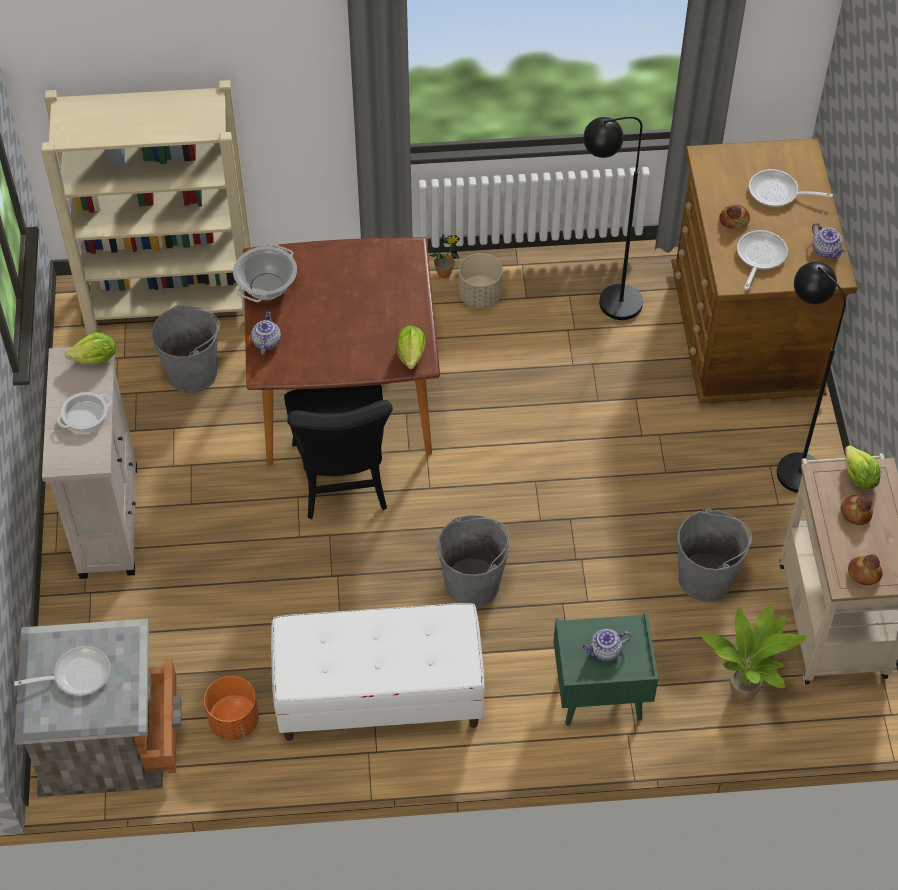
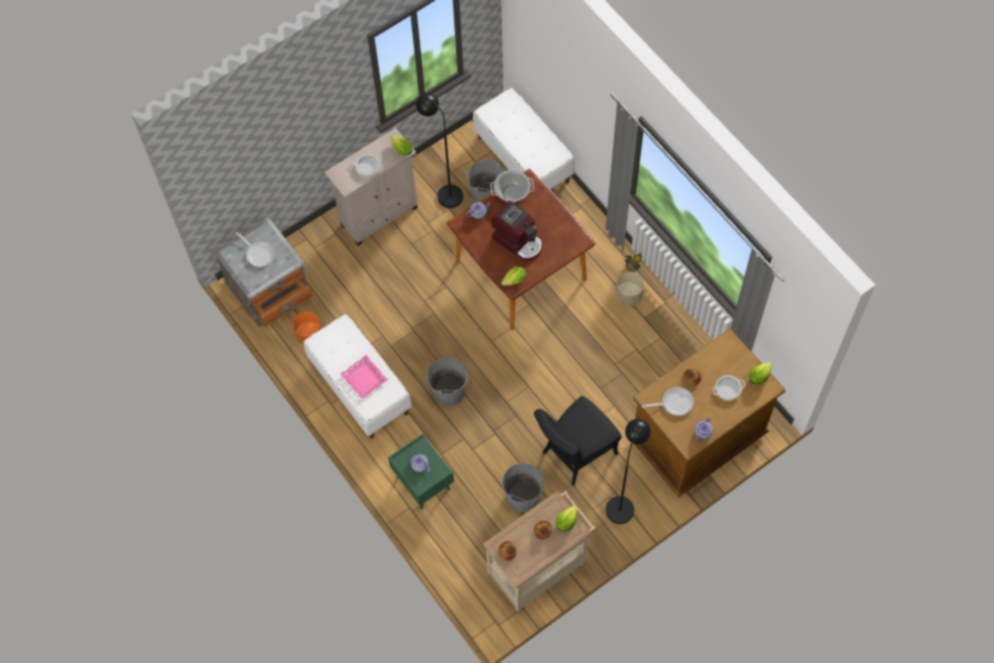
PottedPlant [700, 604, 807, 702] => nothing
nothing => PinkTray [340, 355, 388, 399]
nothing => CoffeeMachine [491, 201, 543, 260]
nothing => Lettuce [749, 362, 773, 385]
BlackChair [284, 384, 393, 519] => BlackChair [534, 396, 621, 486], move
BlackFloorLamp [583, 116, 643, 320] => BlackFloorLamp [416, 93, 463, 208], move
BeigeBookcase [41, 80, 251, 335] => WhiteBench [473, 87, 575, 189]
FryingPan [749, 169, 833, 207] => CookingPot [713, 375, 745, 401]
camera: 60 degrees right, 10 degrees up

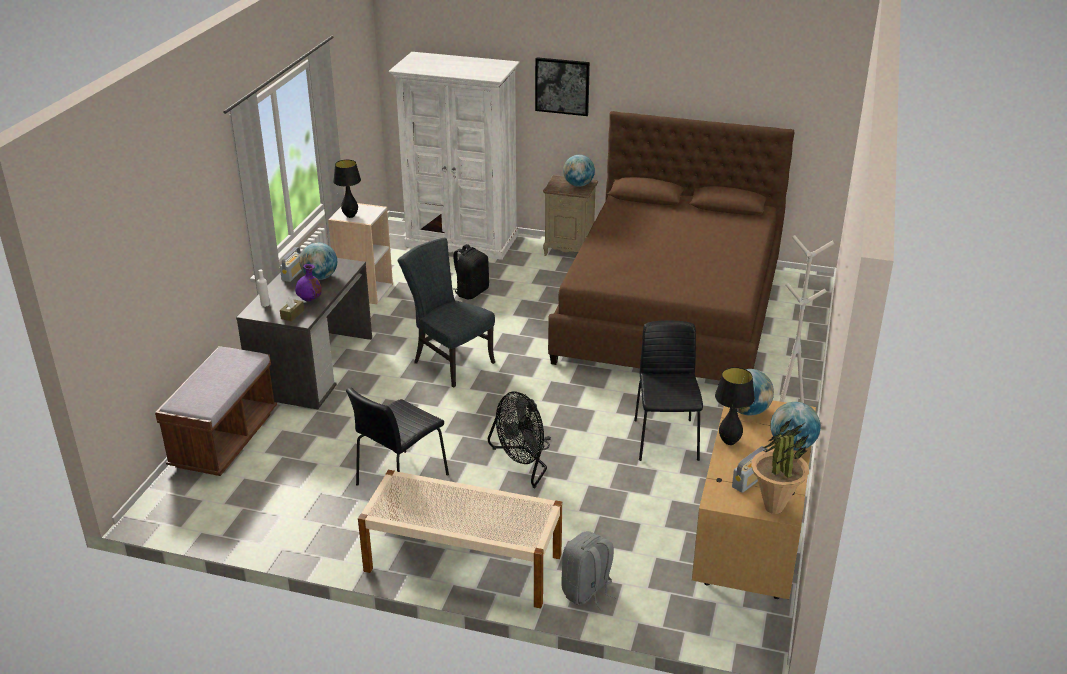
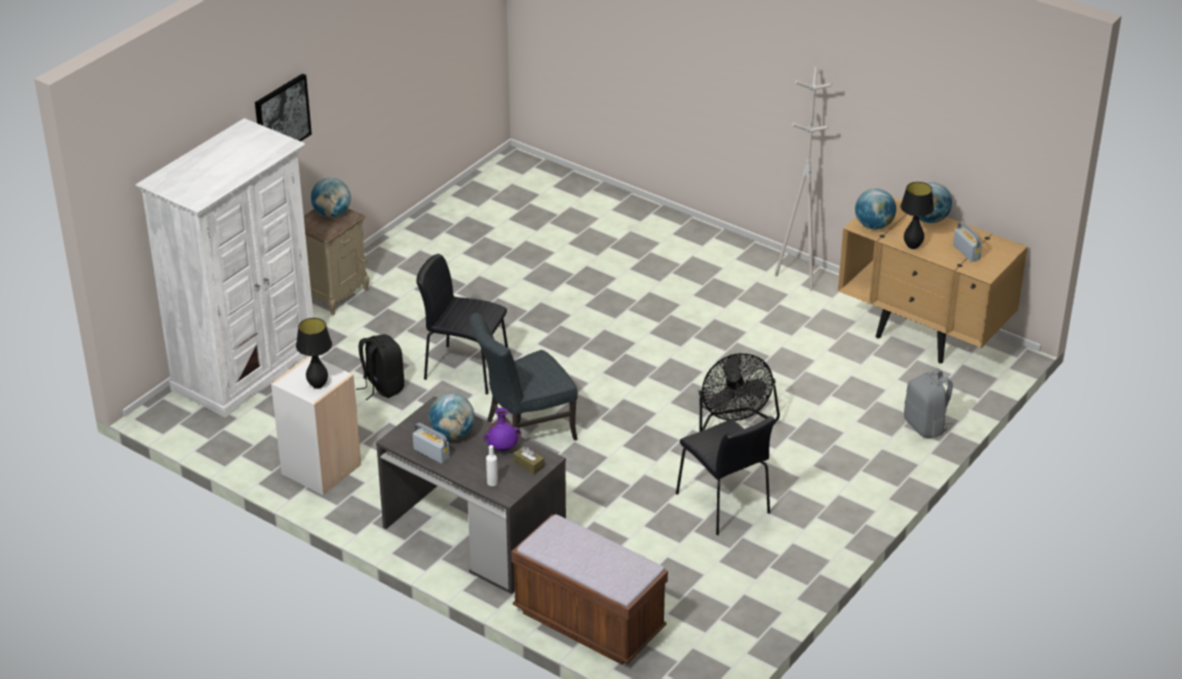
BeigeBench [358, 470, 562, 609] => nothing
BrownBed [548, 111, 794, 381] => nothing
PottedPlant [751, 419, 809, 514] => nothing
BlackChair [634, 321, 703, 461] => BlackChair [416, 254, 508, 394], move
camera: 70 degrees left, 5 degrees up

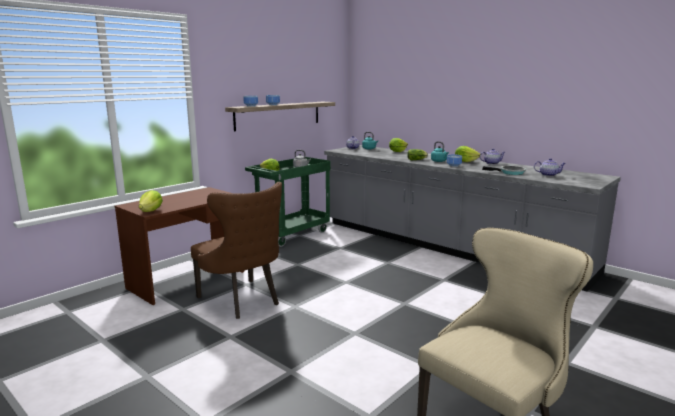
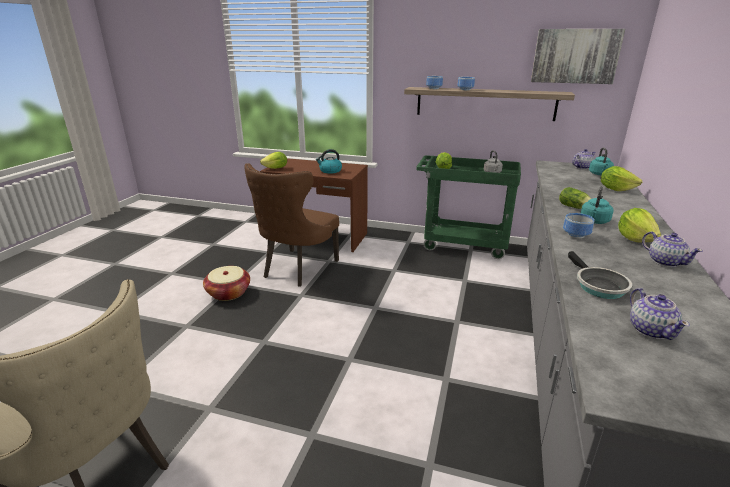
nothing => Basket [203, 266, 250, 301]
nothing => Kettle [316, 149, 342, 174]
nothing => Picture [531, 29, 625, 84]
camera: 65 degrees right, 10 degrees up

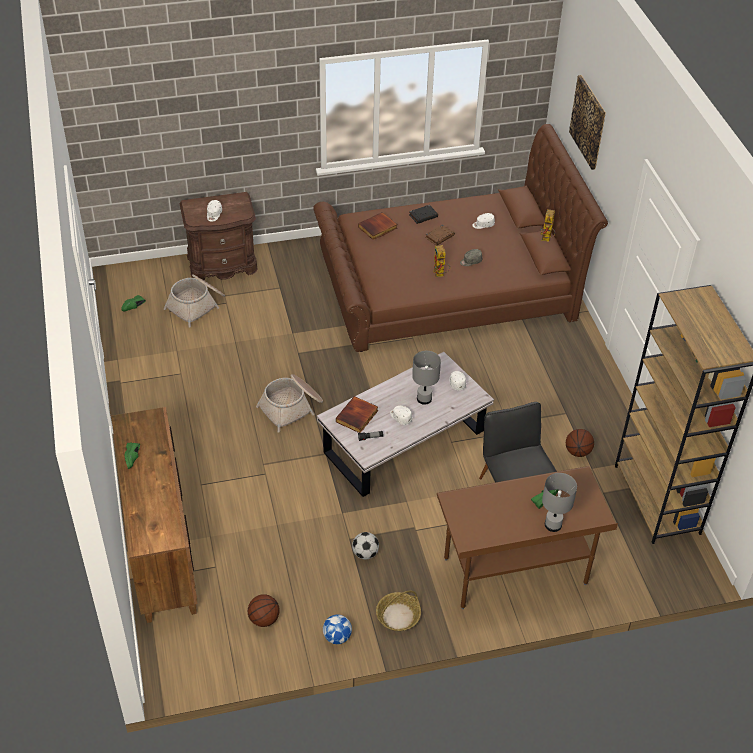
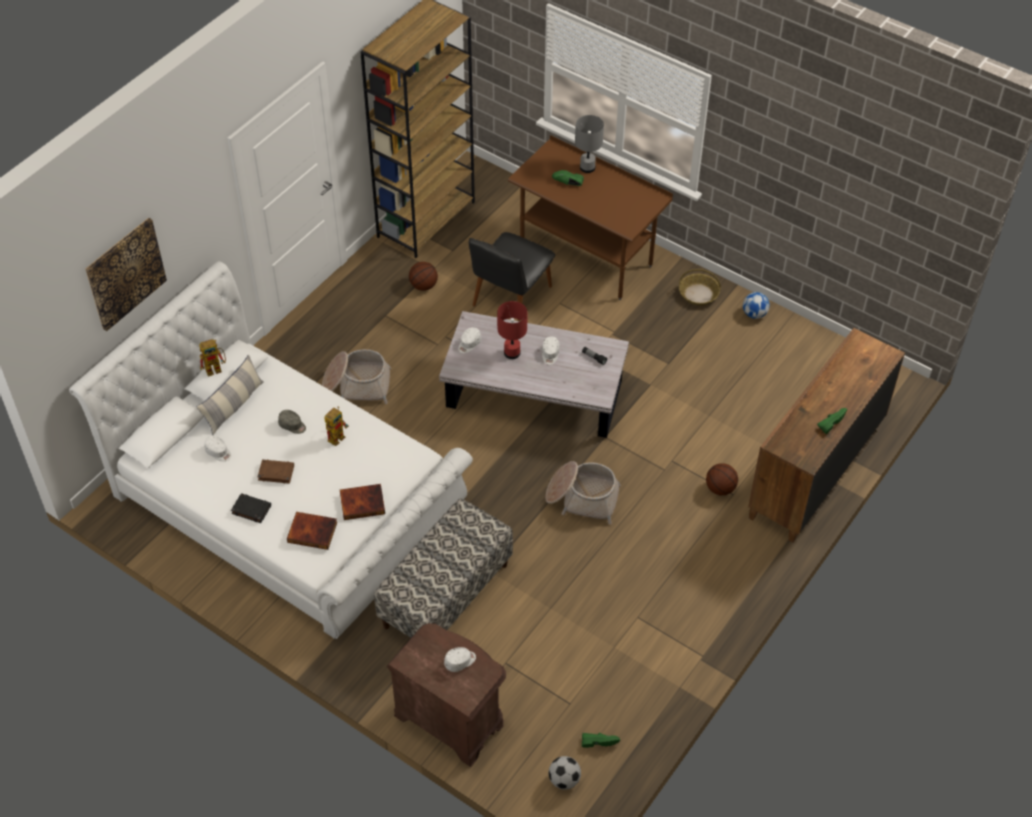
nothing => Pillow [197, 355, 264, 435]
nothing => Bench [374, 498, 513, 638]
Basket [164, 274, 225, 328] => Basket [322, 349, 391, 404], move
Basketball [248, 594, 280, 627] => Basketball [706, 463, 738, 495], move
Book [336, 396, 378, 433] => Book [340, 484, 385, 520], move
Football [352, 532, 379, 559] => Football [549, 756, 581, 790], move
BrownBed [313, 124, 608, 352] => WhiteBed [69, 261, 473, 639]
GreyTableLamp [412, 351, 441, 405] => RedTableLamp [497, 301, 527, 359]
camera: 130 degrees left, 5 degrees up

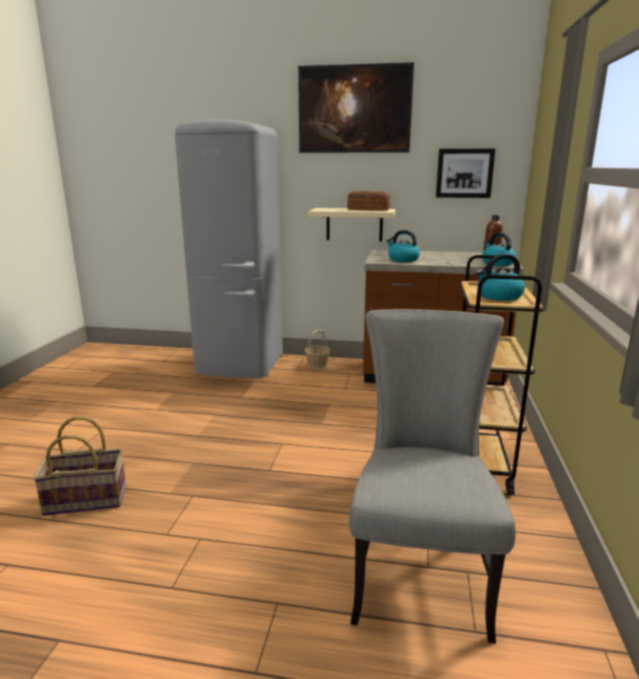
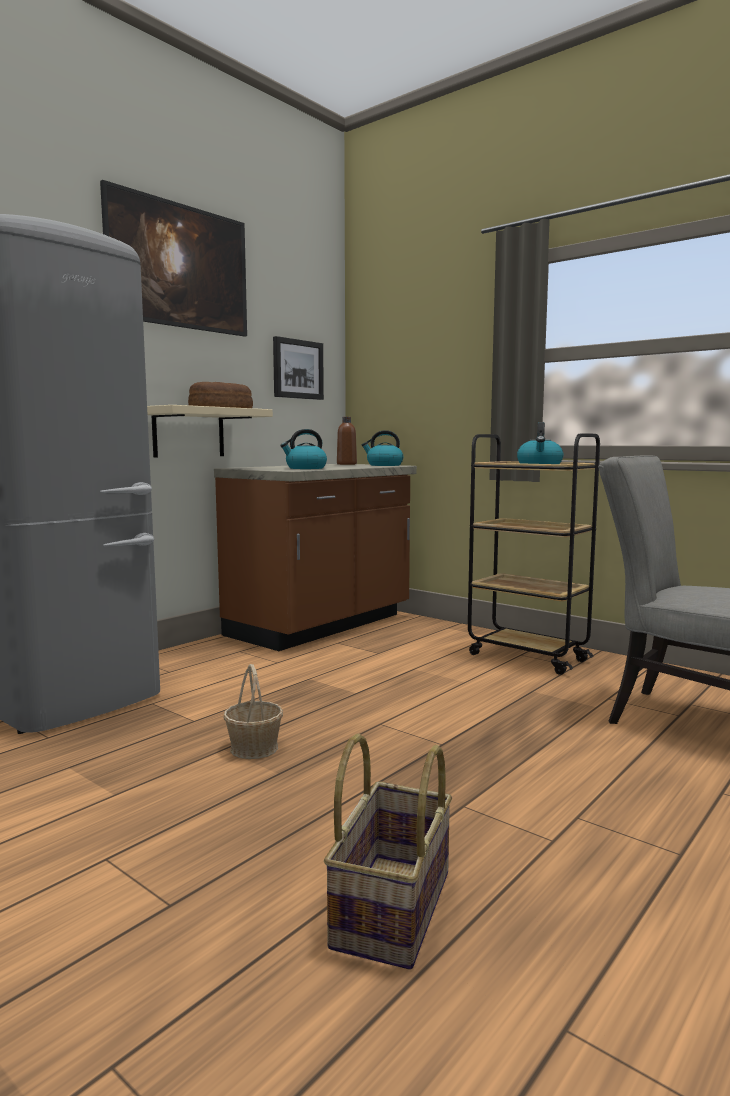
Basket [305, 330, 330, 369] => Basket [223, 664, 283, 759], move
camera: 60 degrees left, 10 degrees down

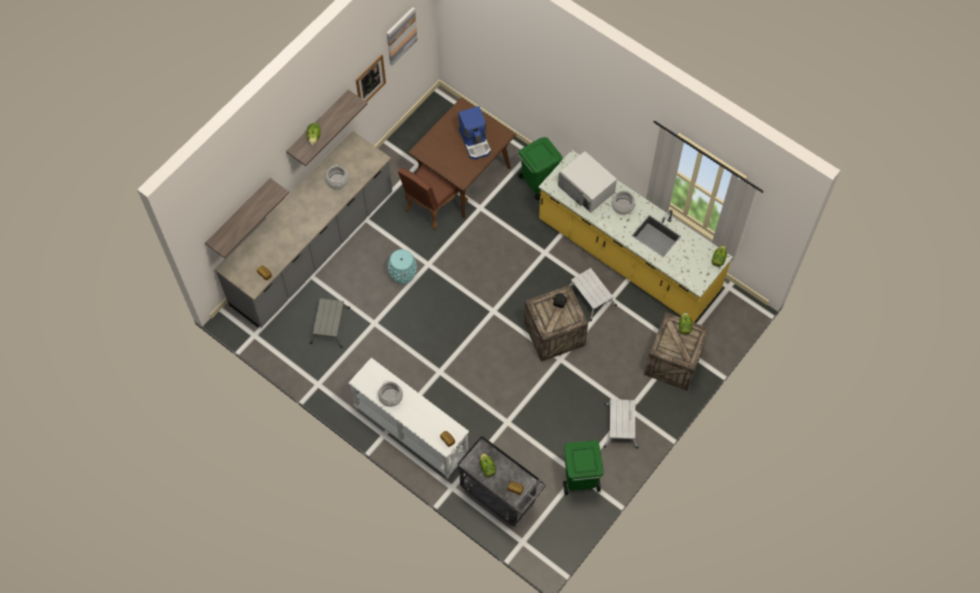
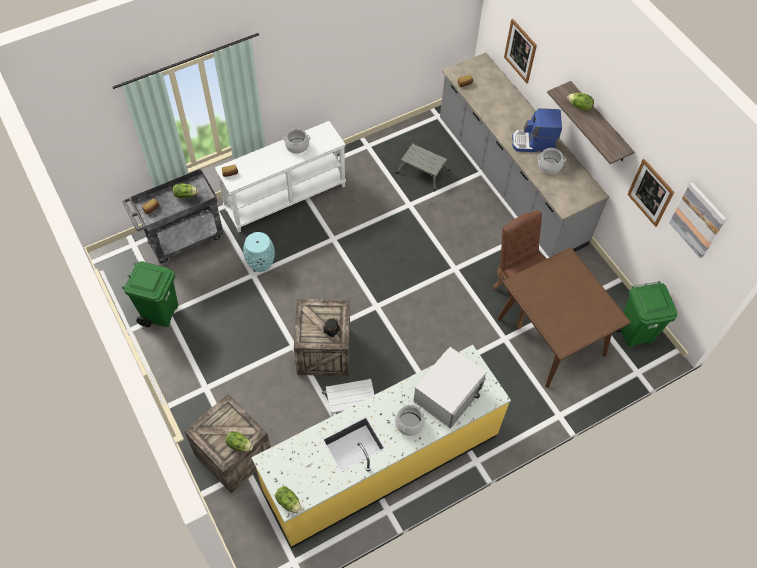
WhiteStepLadder [604, 399, 638, 449] => nothing
TurquoiseStool [388, 249, 417, 284] => TurquoiseStool [243, 232, 275, 272], move
CoffeeMachine [458, 106, 491, 160] => CoffeeMachine [512, 108, 562, 152], move
GreenTrashCan [518, 137, 562, 200] => GreenTrashCan [617, 281, 677, 347], move
Shelf [205, 178, 289, 258] => Picture [504, 19, 537, 83]
WhiteMicrowave [558, 151, 617, 213] => WhiteMicrowave [413, 347, 486, 429], 150 degrees clockwise
camera: 110 degrees right, 5 degrees down

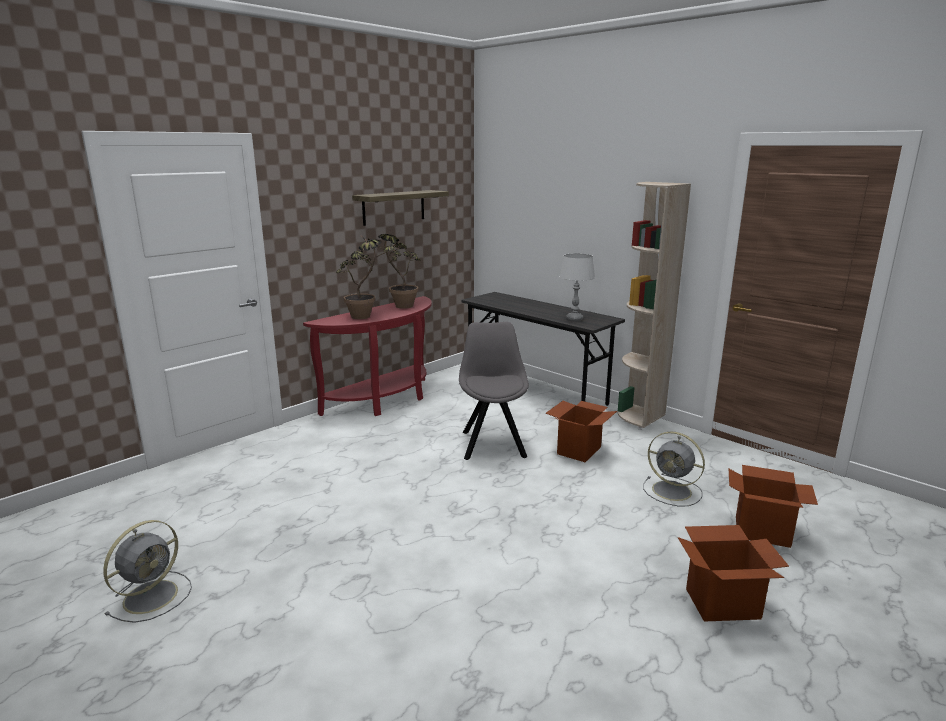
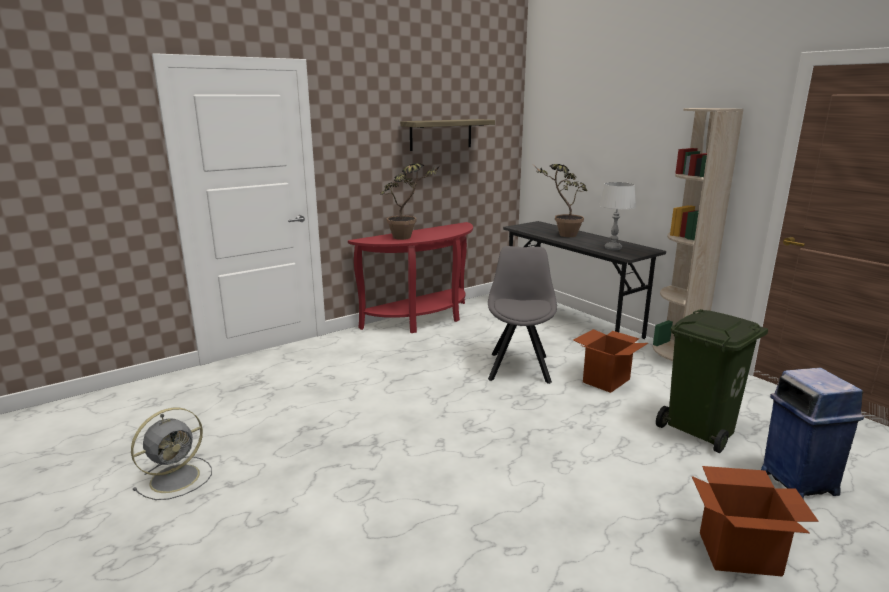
PottedPlant [362, 234, 421, 309] => PottedPlant [535, 164, 588, 237], move
GreyFan [643, 432, 705, 506] => GreenTrashCan [656, 309, 768, 453]
CardboardBox [729, 465, 818, 548] => BlueTrashCan [761, 368, 864, 499]
camera: 10 degrees right, 0 degrees up

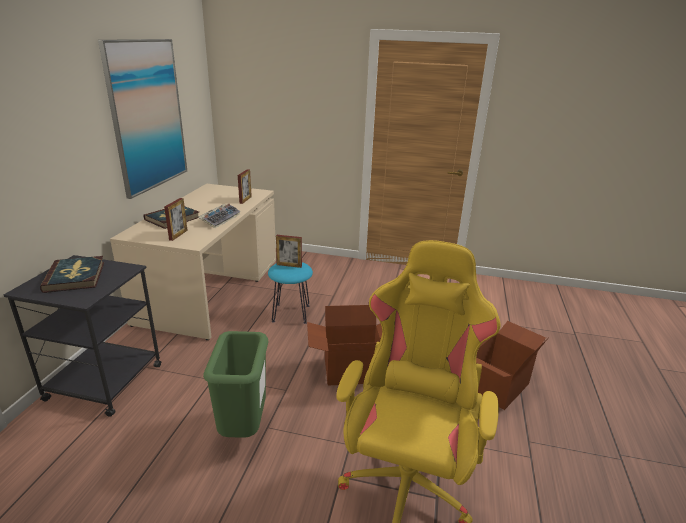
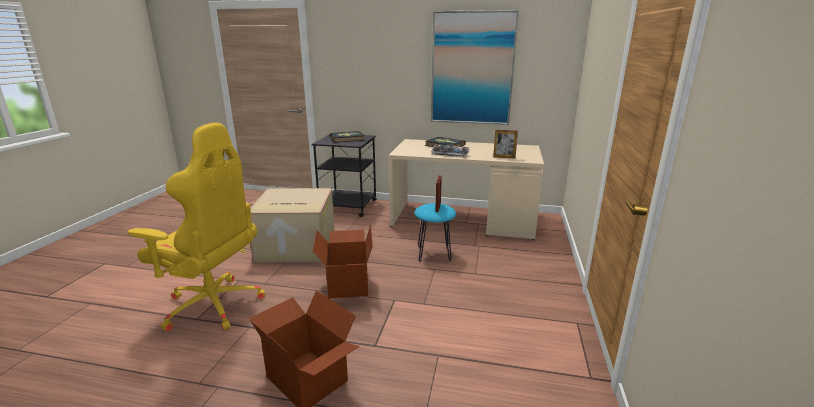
PictureFrame [164, 198, 188, 241] => nothing
GreenTrashCan [203, 331, 268, 438] => CardboardBox [250, 188, 335, 263]
camera: 90 degrees right, 5 degrees down

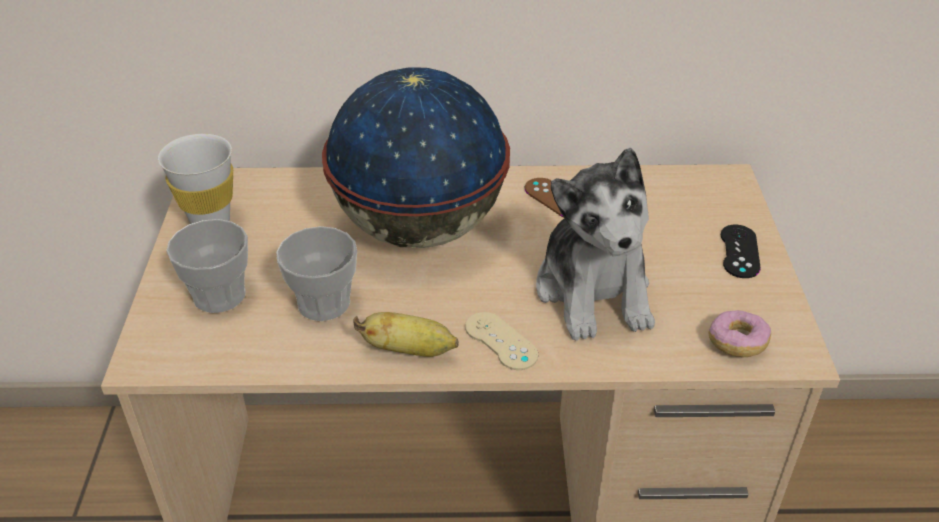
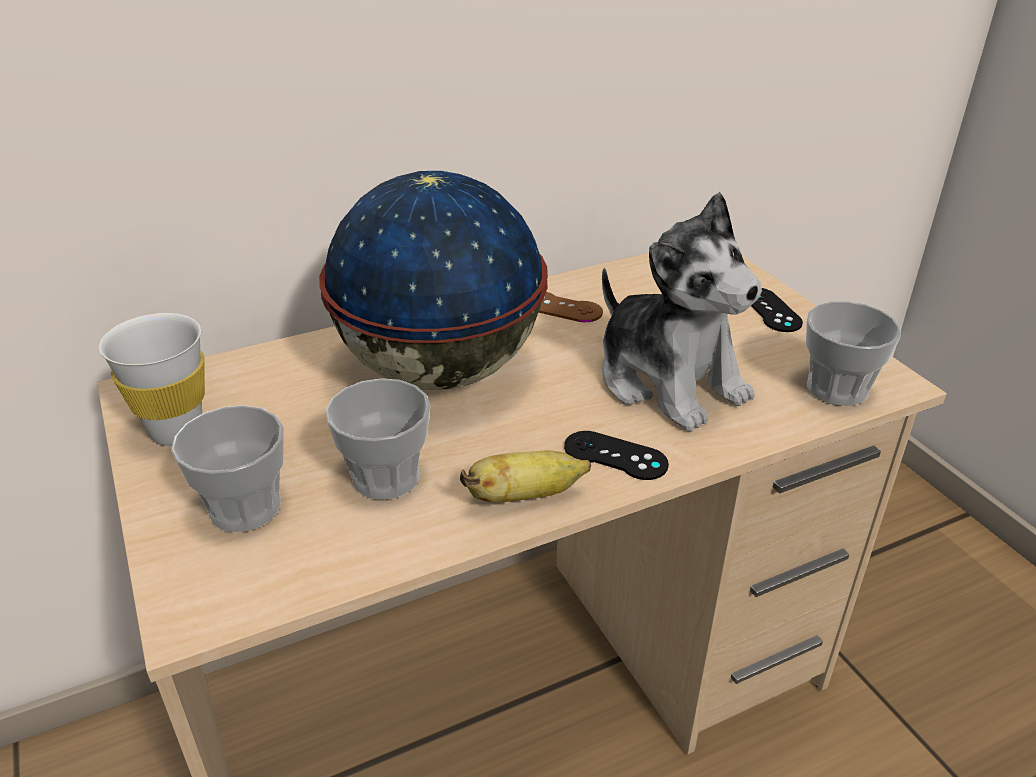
Donut [709, 310, 771, 357] => Cup [806, 301, 901, 406]
BeigeGameController [465, 312, 538, 370] => BlackGameController [564, 431, 669, 480]
camera: 25 degrees left, 5 degrees down

